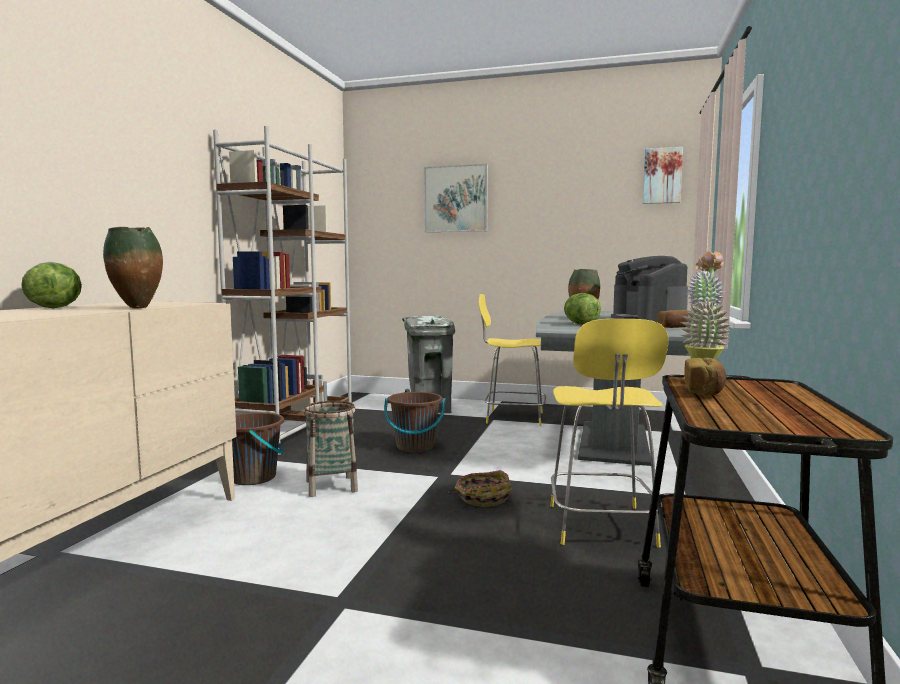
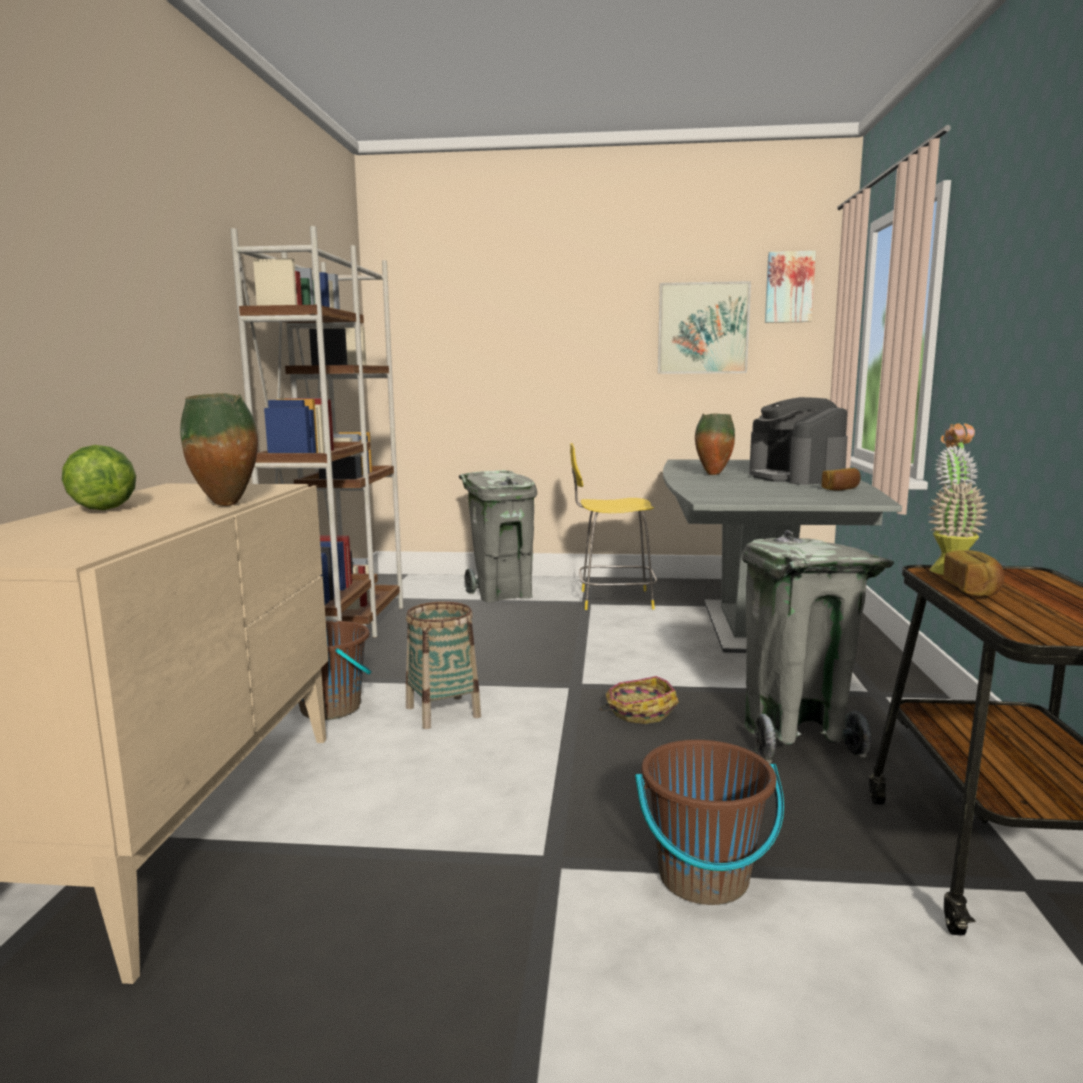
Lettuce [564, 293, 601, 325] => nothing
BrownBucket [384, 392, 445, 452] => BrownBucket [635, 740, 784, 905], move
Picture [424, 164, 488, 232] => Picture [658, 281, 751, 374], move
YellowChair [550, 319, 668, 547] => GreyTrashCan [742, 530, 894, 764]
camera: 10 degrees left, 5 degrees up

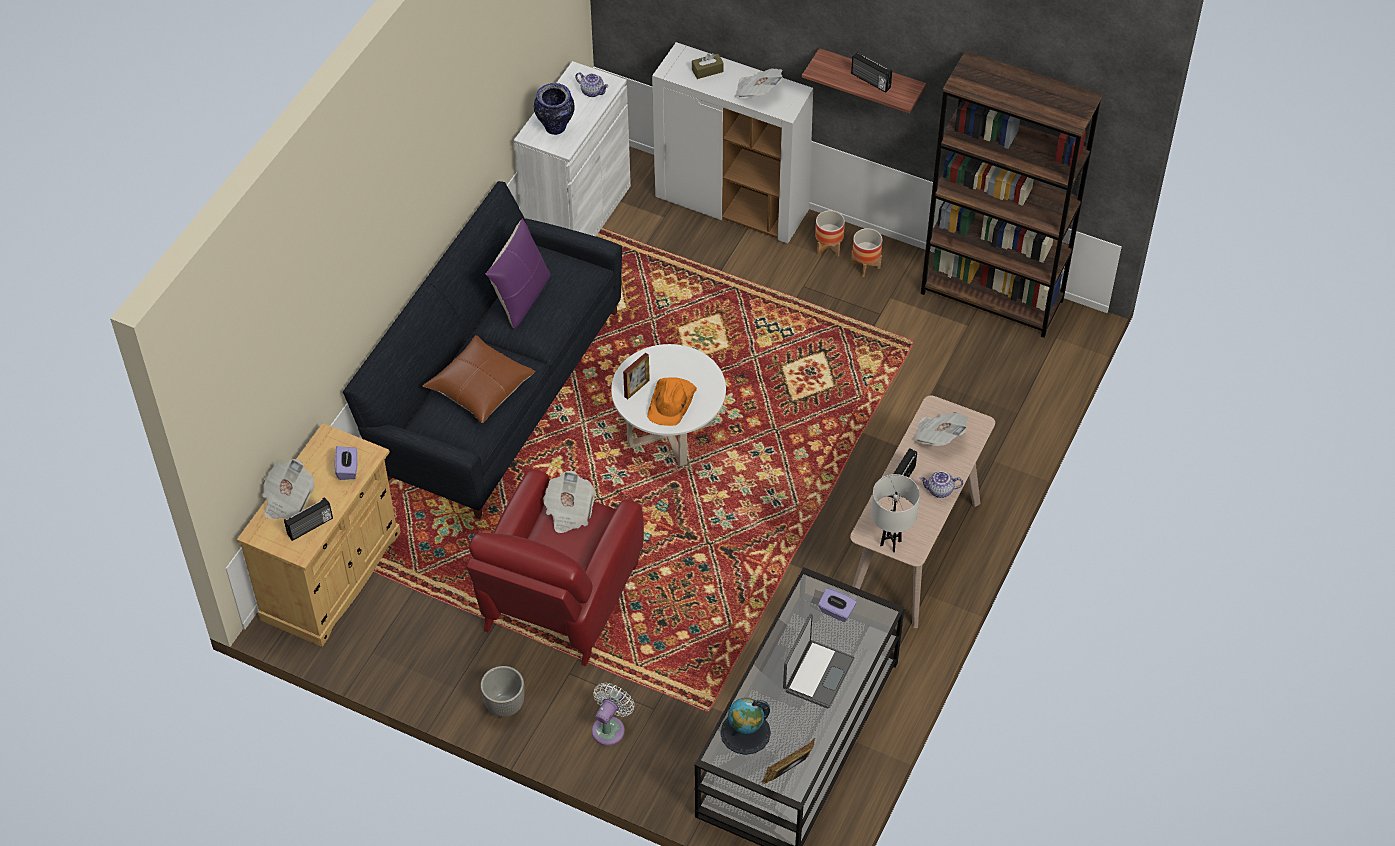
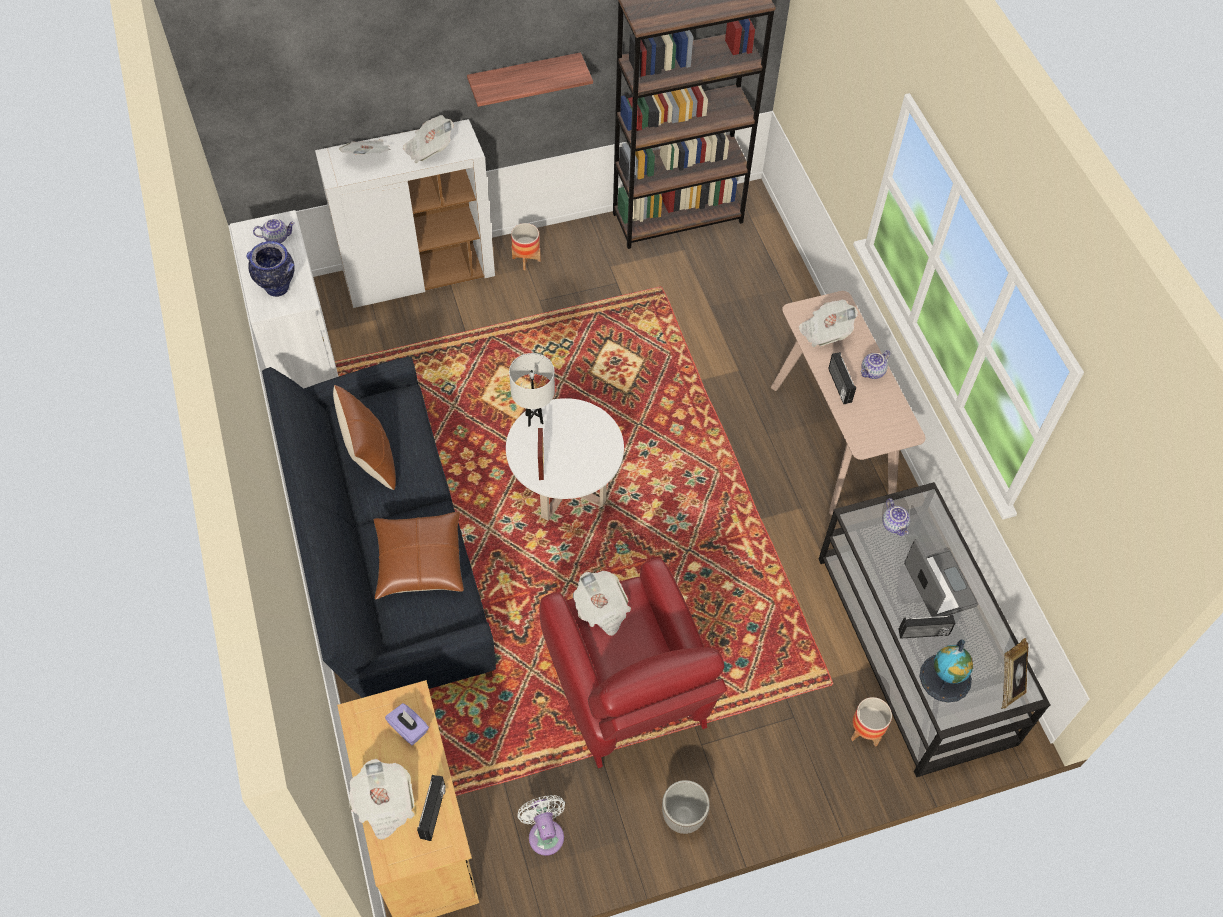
OrangeHat [647, 377, 697, 426] => nothing
WhiteFan [592, 683, 635, 746] => WhiteFan [518, 795, 565, 856], move
Radio [851, 52, 892, 92] => Radio [898, 615, 956, 639], move
Planter [851, 228, 883, 277] => Planter [851, 697, 892, 747], move
WhiteTableLamp [871, 474, 920, 552] => WhiteTableLamp [509, 353, 555, 427], move
BrownTissueBox [692, 53, 724, 79] => Newspaper [339, 139, 391, 155]
PurpleTissueBox [818, 588, 857, 622] => Teapot [882, 498, 910, 536]
PurplePillow [486, 219, 550, 329] => BrownPillow [333, 385, 396, 490]
camera: 45 degrees left, 5 degrees up

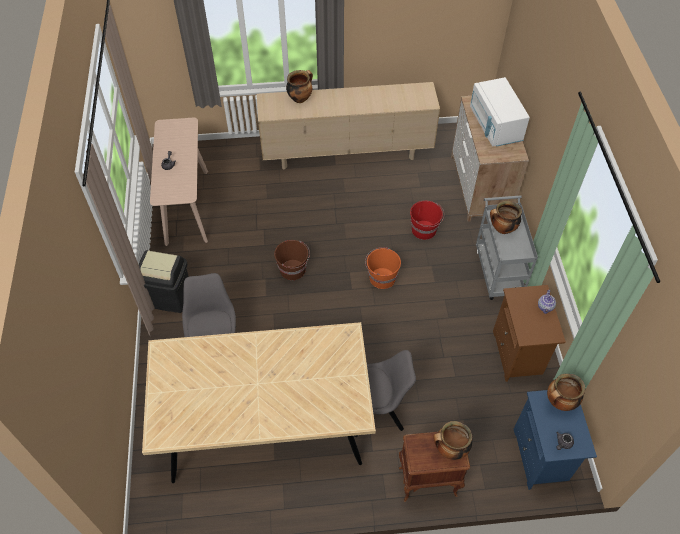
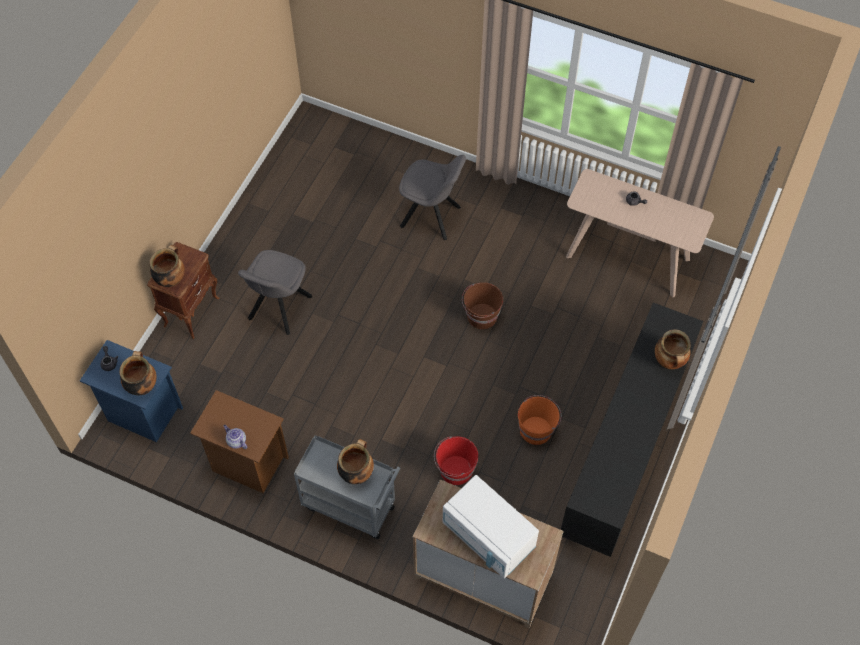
BlackTrashCan [139, 250, 189, 313] => nothing
BeigeDiningTable [142, 322, 376, 483] => nothing
OrangeBucket [365, 247, 401, 289] => OrangeBucket [518, 395, 561, 445], move
BeigeCabinet [257, 82, 440, 169] => BlackCabinet [561, 303, 703, 557]
WhiteMicrowave [470, 77, 530, 147] => WhiteMicrowave [443, 475, 539, 579], 150 degrees counterclockwise
camera: 120 degrees right, 5 degrees up

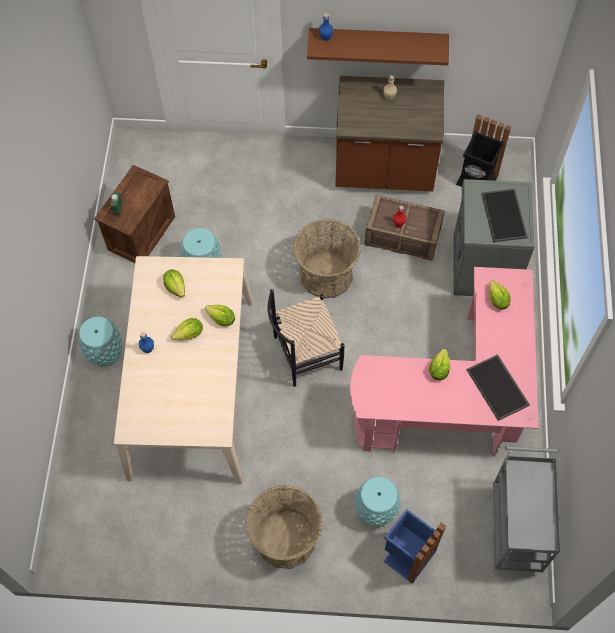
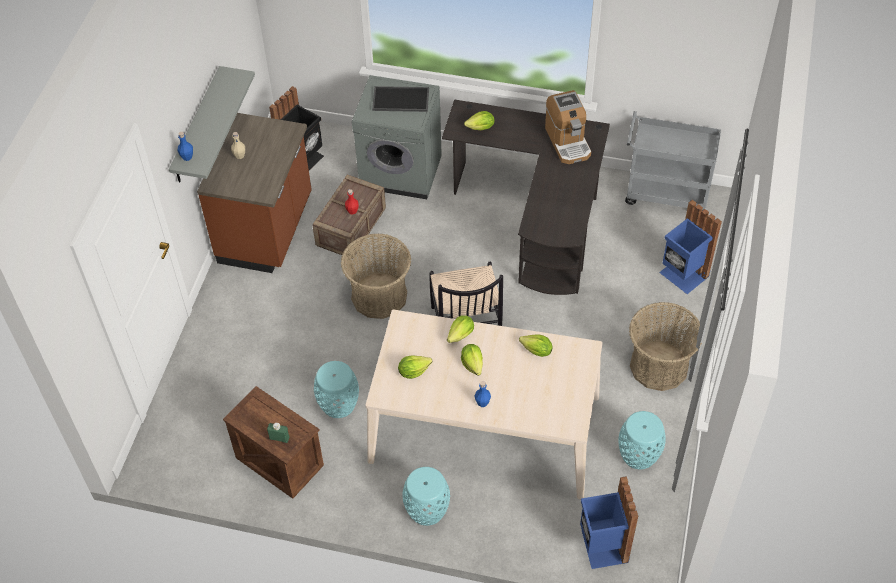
nothing => BlueTrashCan [580, 476, 638, 569]
TurquoiseStool [355, 477, 401, 526] => TurquoiseStool [618, 411, 666, 469], move
Lettuce [429, 349, 450, 380] => Lettuce [519, 335, 553, 357], move
Tray [467, 354, 530, 421] => CoffeeMachine [545, 90, 591, 164]
BrownShelf [307, 28, 449, 65] => GreyShelf [169, 66, 255, 182]
PinkDesk [350, 267, 539, 456] => BlackDesk [442, 99, 610, 295]
camera: 80 degrees left, 10 degrees down

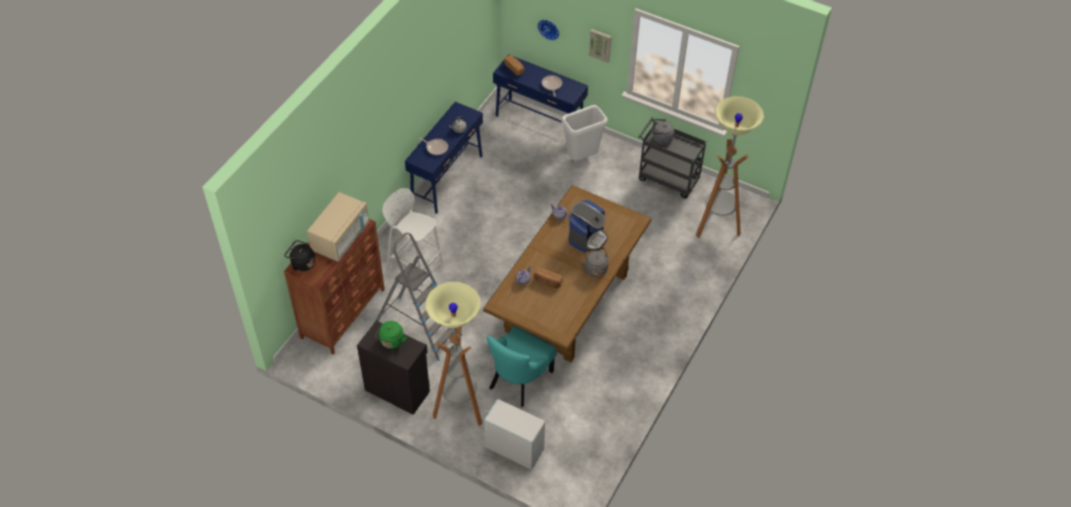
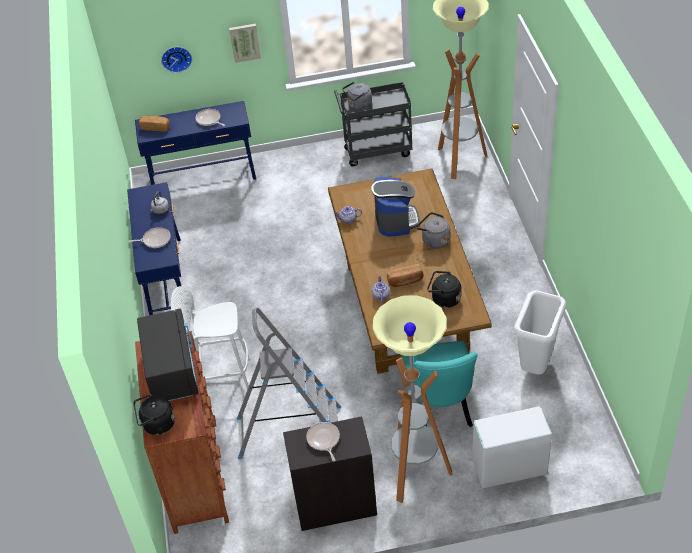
nothing => BlackKettle [427, 271, 462, 308]
WhiteTrashCan [562, 105, 608, 161] => WhiteTrashCan [514, 290, 566, 375], move
GreenKettle [375, 321, 408, 349] => FryingPan [306, 422, 340, 461]
BeigeMicrowave [307, 192, 369, 262] => BlackMicrowave [137, 308, 198, 401]
camera: 35 degrees left, 5 degrees down

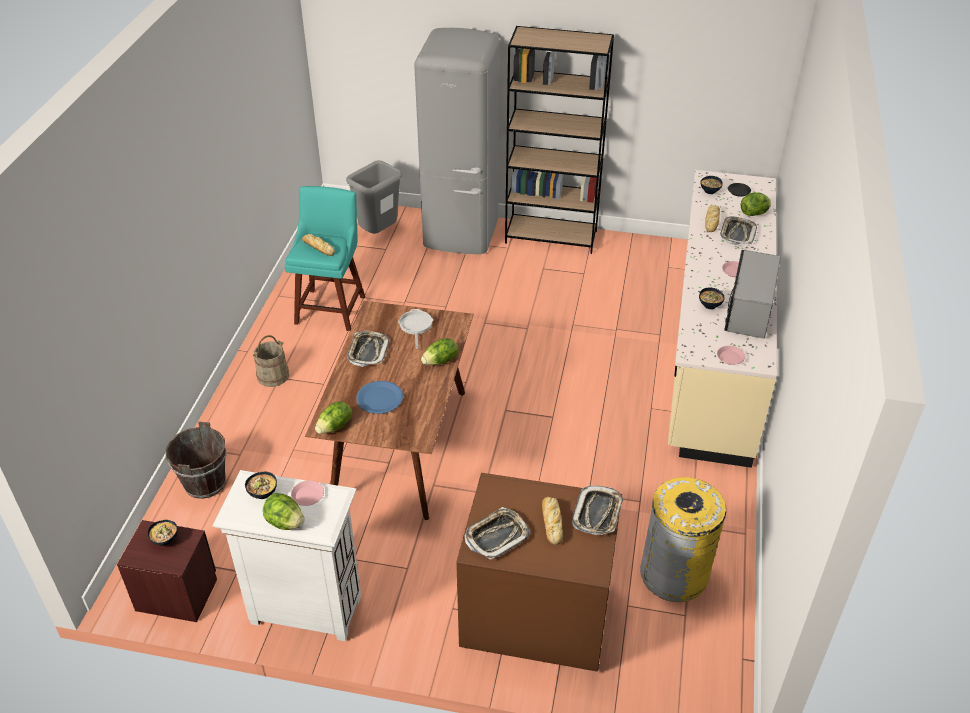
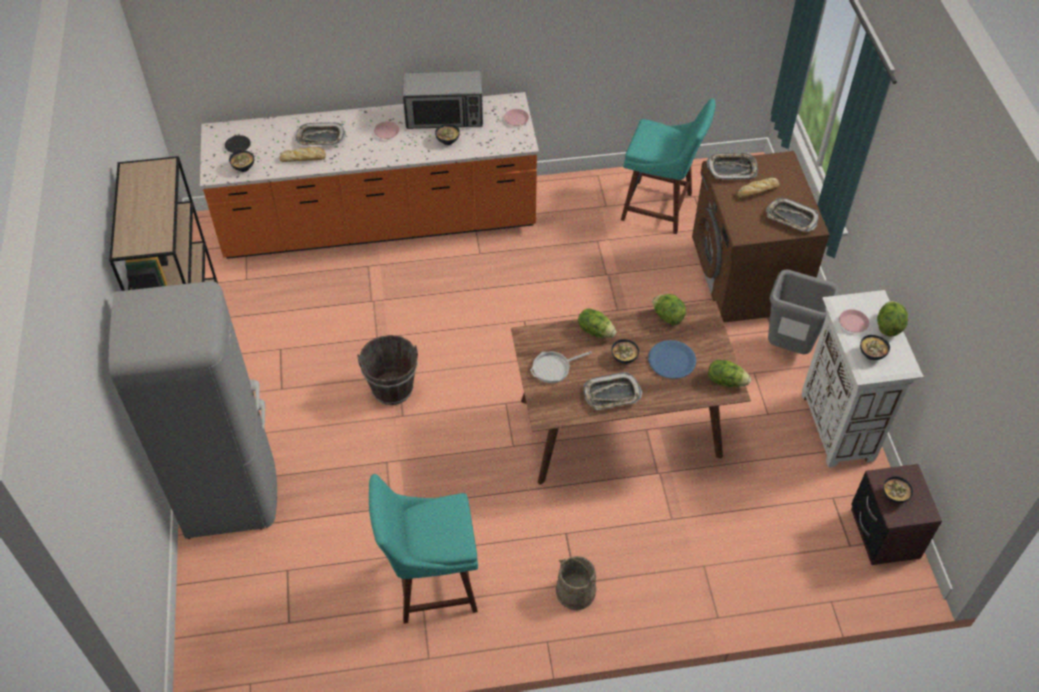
Bread [302, 234, 335, 256] => nothing
nothing => Bowl [612, 339, 639, 364]
BrownBucket [166, 422, 226, 499] => BrownBucket [357, 335, 418, 405], move
GreyTrashCan [346, 160, 402, 234] => GreyTrashCan [768, 269, 839, 354], move
Lettuce [741, 192, 771, 216] => Lettuce [652, 294, 686, 325], move
YellowTrashCan [640, 477, 726, 602] => TurquoiseStool [621, 98, 716, 234]
BeigeCounter [668, 170, 777, 468] => OrangeCounter [200, 92, 539, 259]
camera: 110 degrees left, 10 degrees up

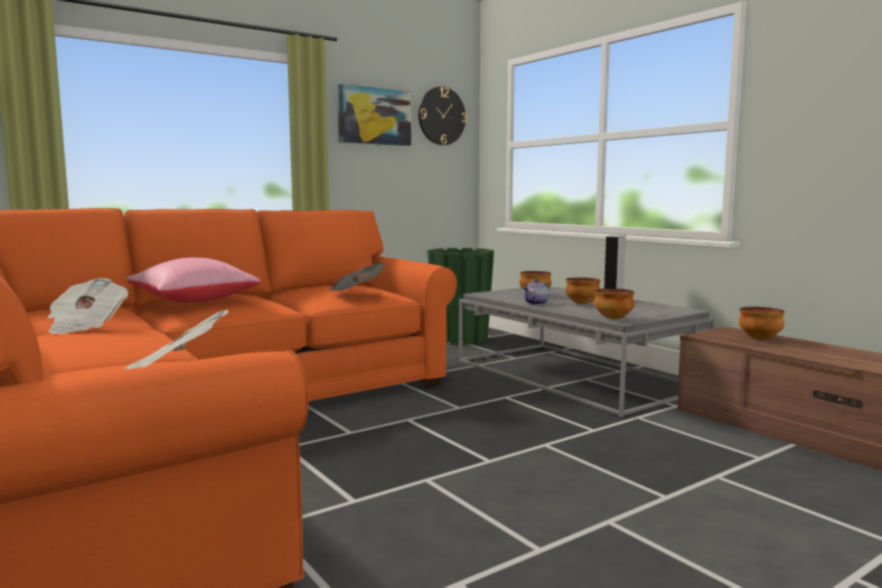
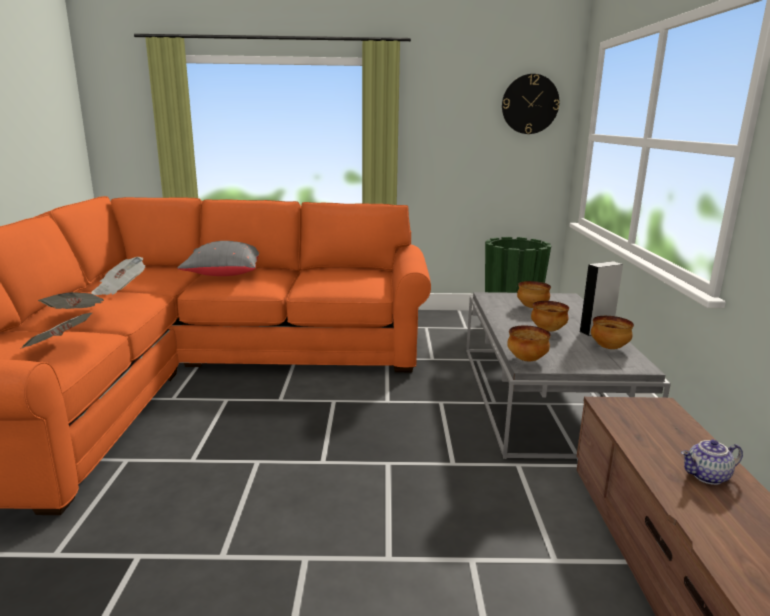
Picture [337, 84, 411, 146] => nothing
Newspaper [329, 263, 386, 291] => Newspaper [38, 292, 104, 309], move
Teapot [523, 279, 549, 305] => Teapot [681, 439, 743, 485], move
Bowl [738, 307, 785, 340] => Bowl [591, 316, 634, 349], move
PinkPillow [126, 257, 261, 303] => GreyPillow [178, 241, 259, 276]
camera: 35 degrees right, 10 degrees up

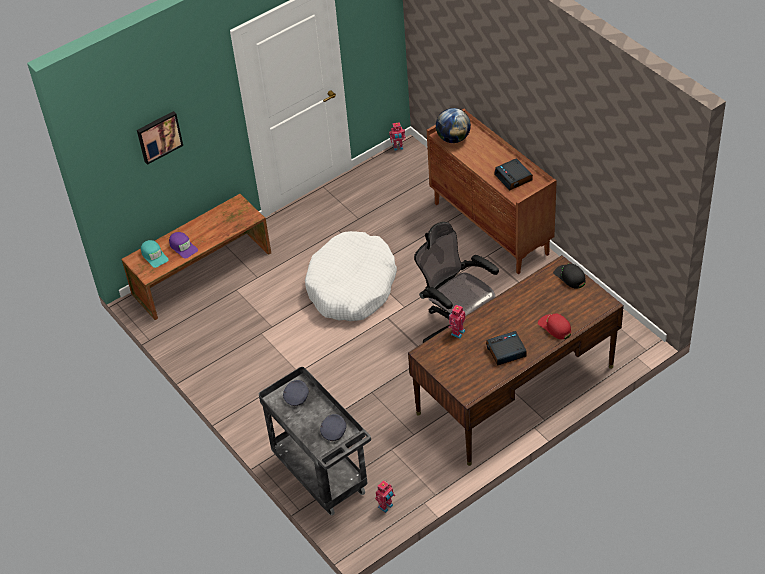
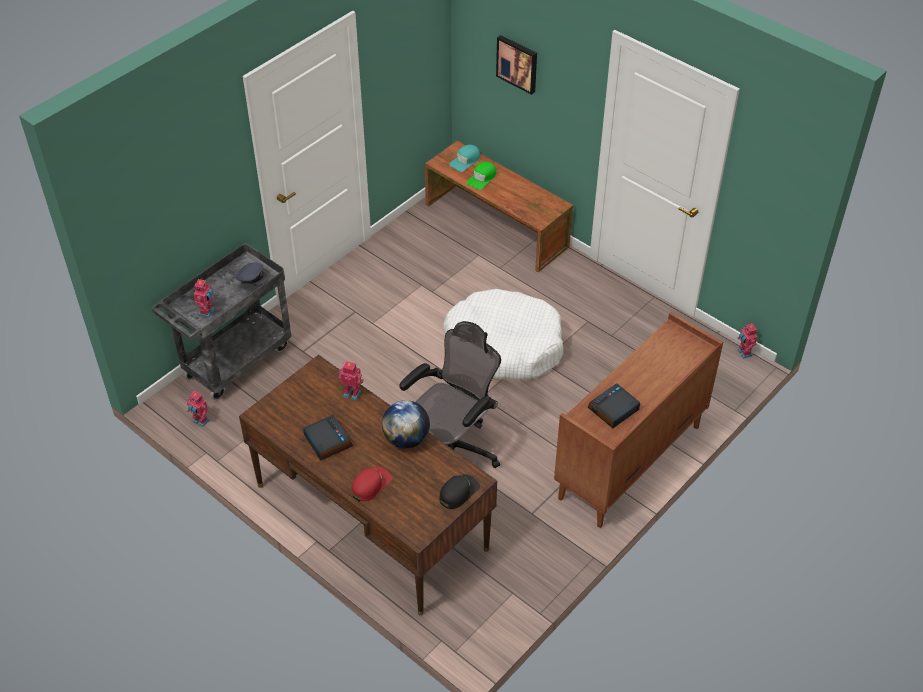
Globe [436, 108, 471, 143] => Globe [382, 400, 430, 448], move
GreyCap [320, 414, 347, 441] => ToyRobot [194, 278, 214, 318]
PurpleCap [169, 232, 198, 259] => GreenCap [467, 161, 496, 190]
camera: 75 degrees right, 0 degrees up

